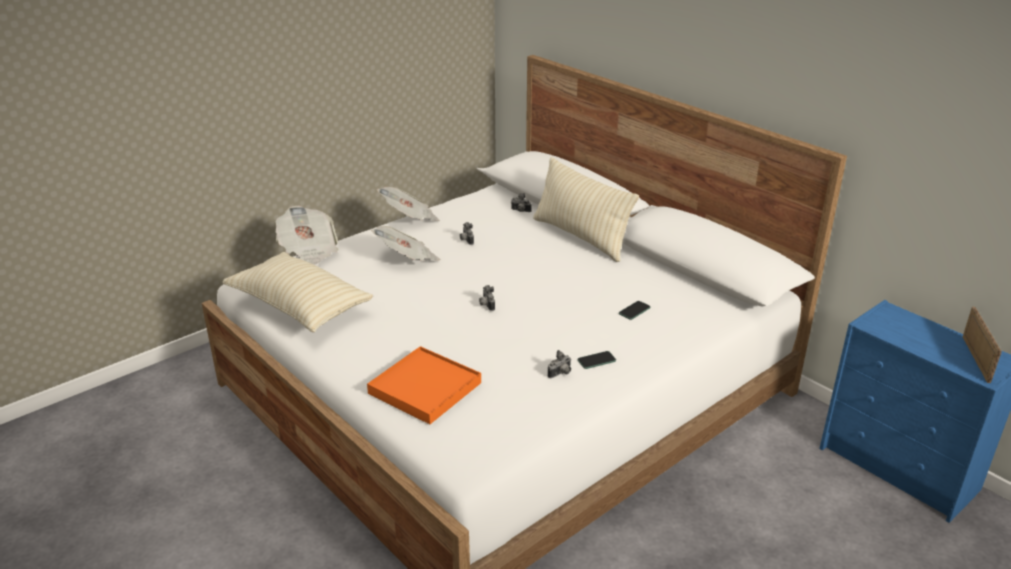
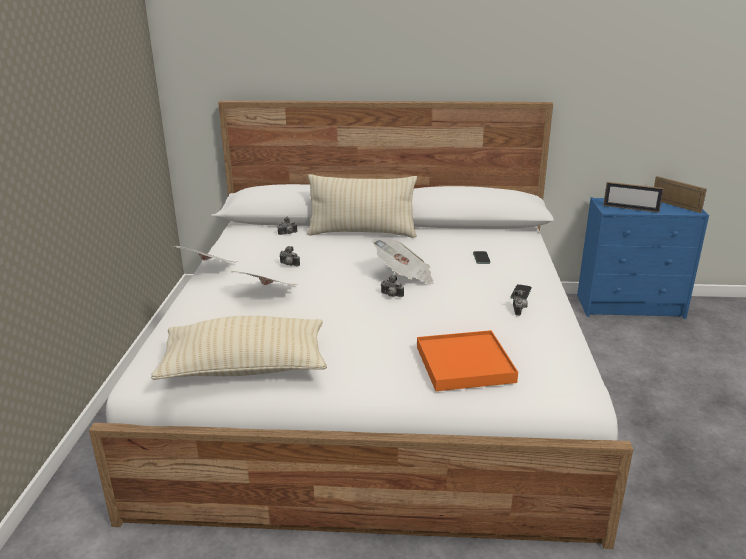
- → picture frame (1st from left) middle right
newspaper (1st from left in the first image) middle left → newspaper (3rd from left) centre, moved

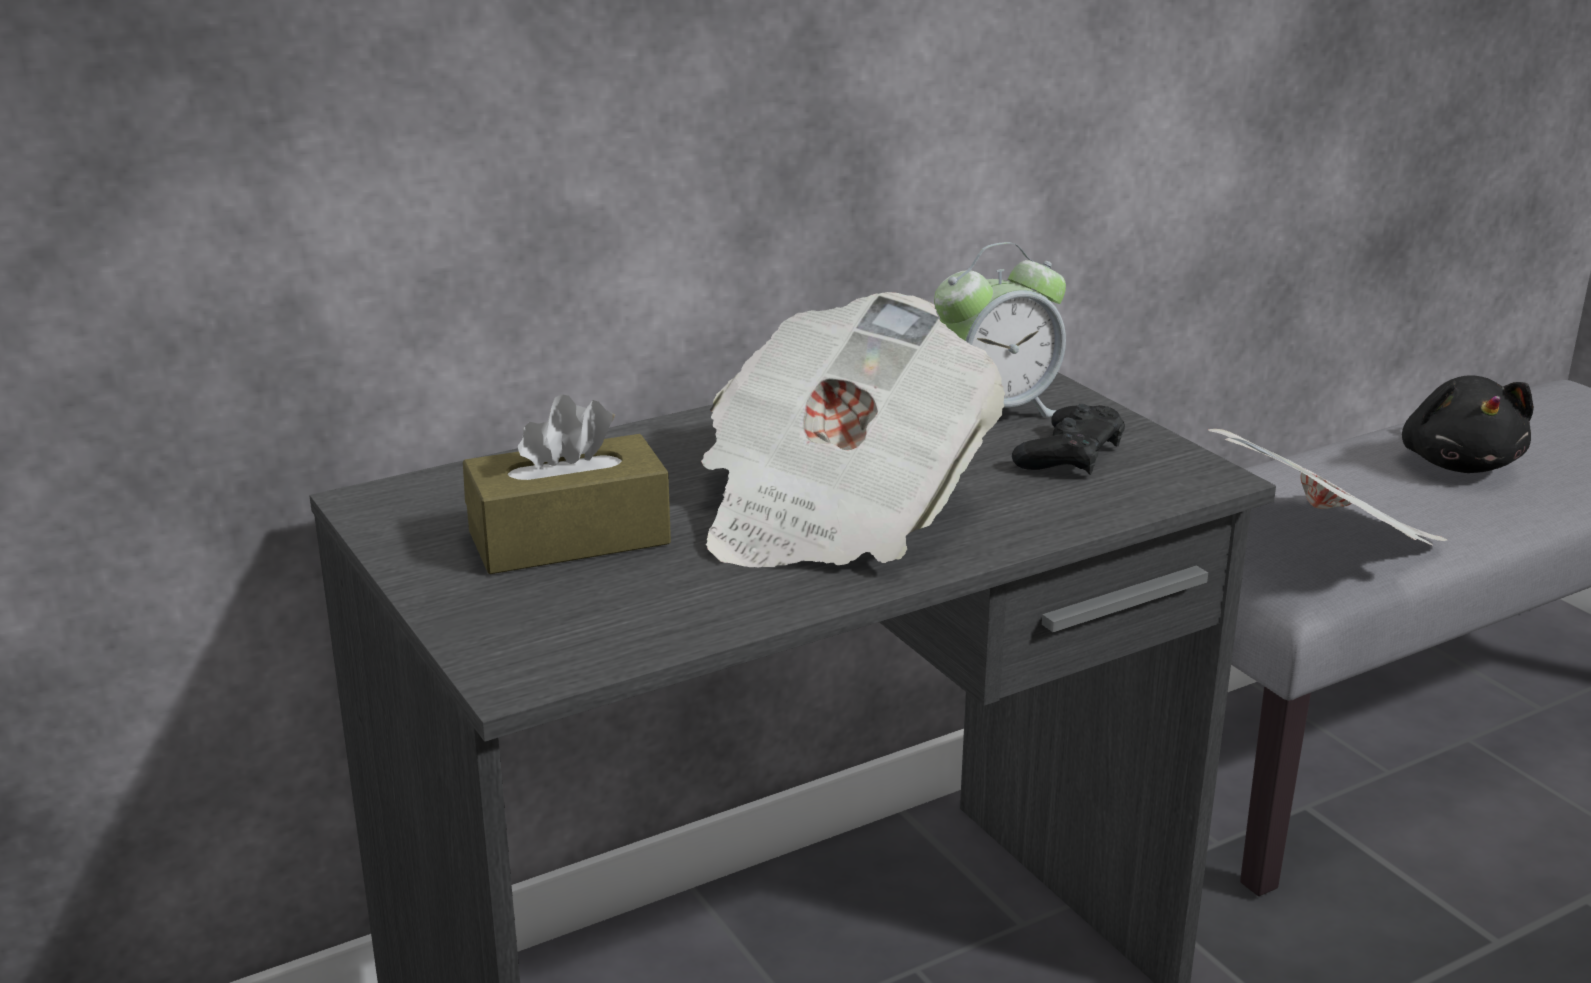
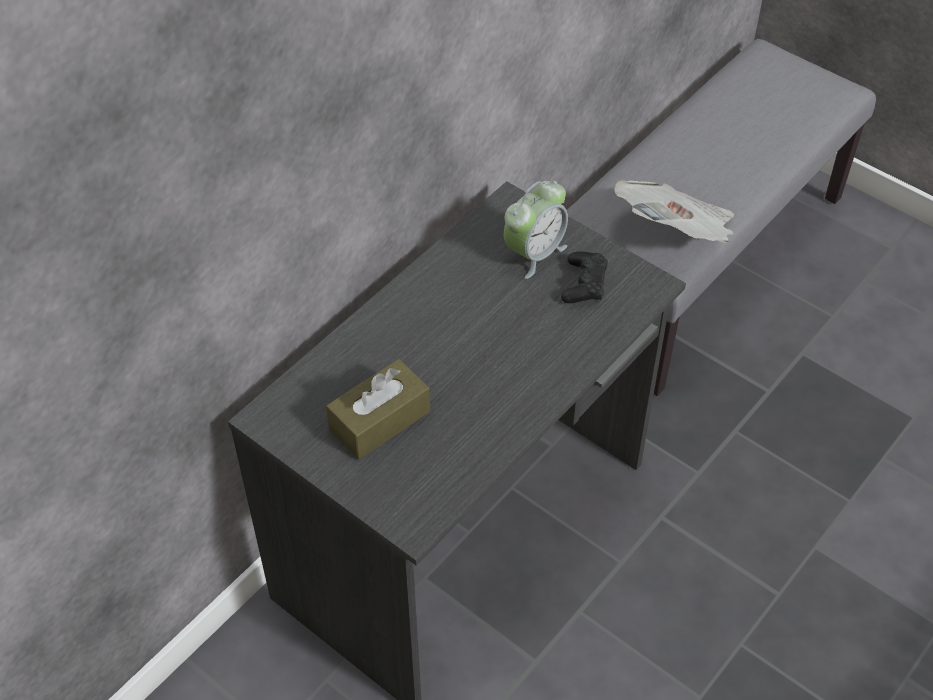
newspaper (1st from left) centre → -
plush toy (black) middle right → -

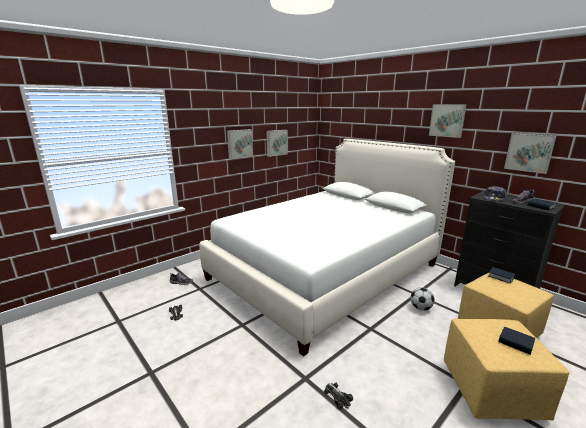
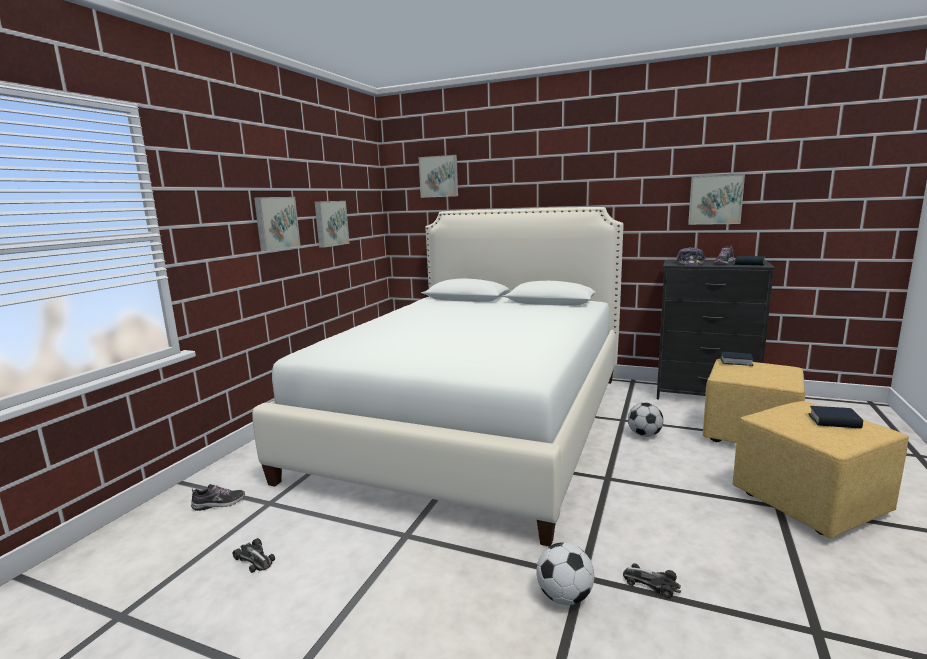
- → football (1st from left) bottom centre
picture (3rd from left) top right → picture (3rd from left) top centre, moved

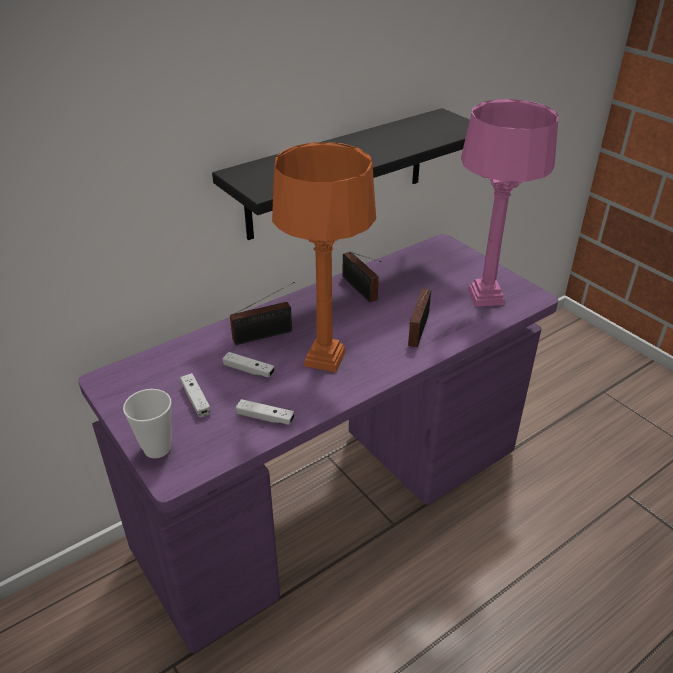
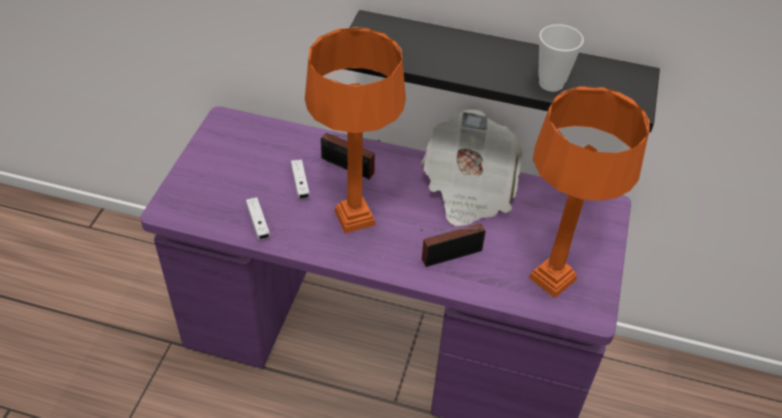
game controller (white) (1st from left) middle left → -
cup middle left → cup top right, moved
radio (2nd from left) centre → newspaper centre
table lamp (pink) top right → table lamp (orange) (2nd from left) middle right

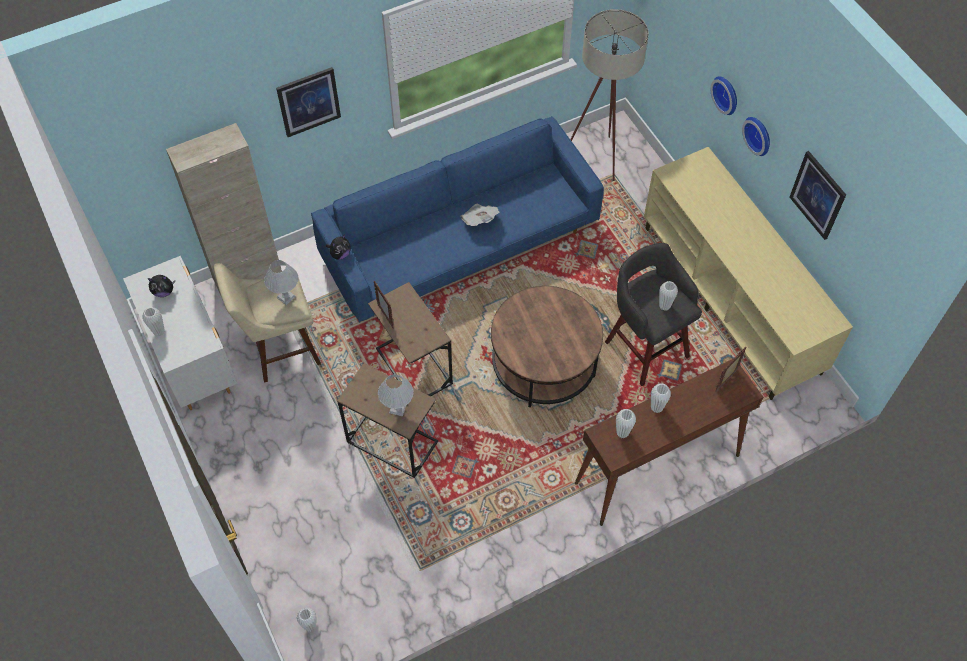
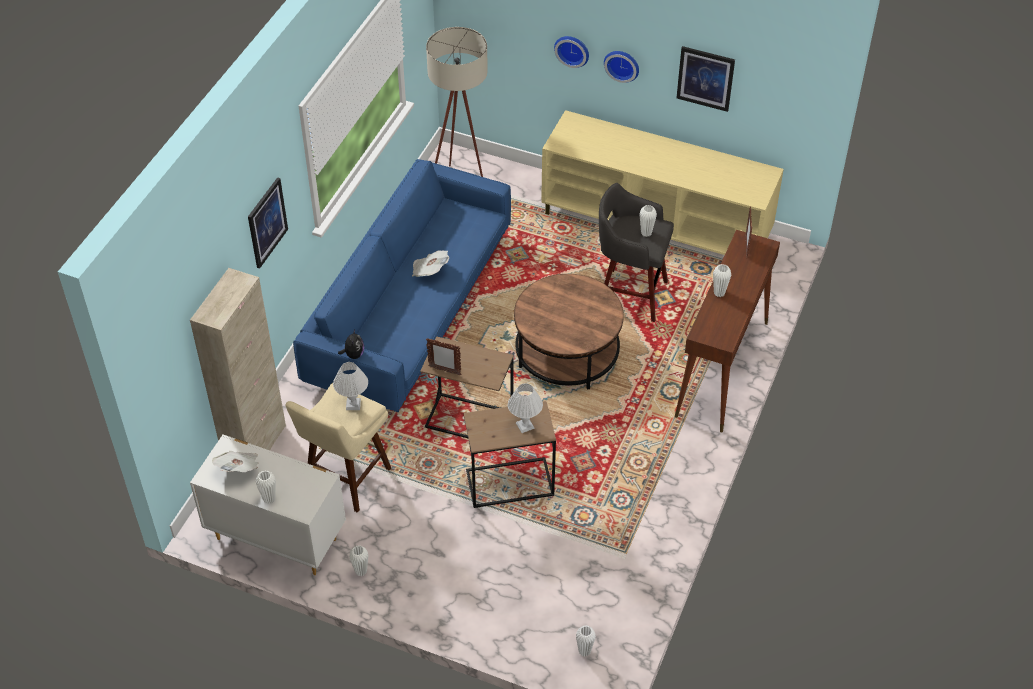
vase (white) (3rd from left in the first image) centre → vase (white) (2nd from left) bottom centre, moved
plush toy (1st from left) middle left → newspaper (1st from left) bottom left

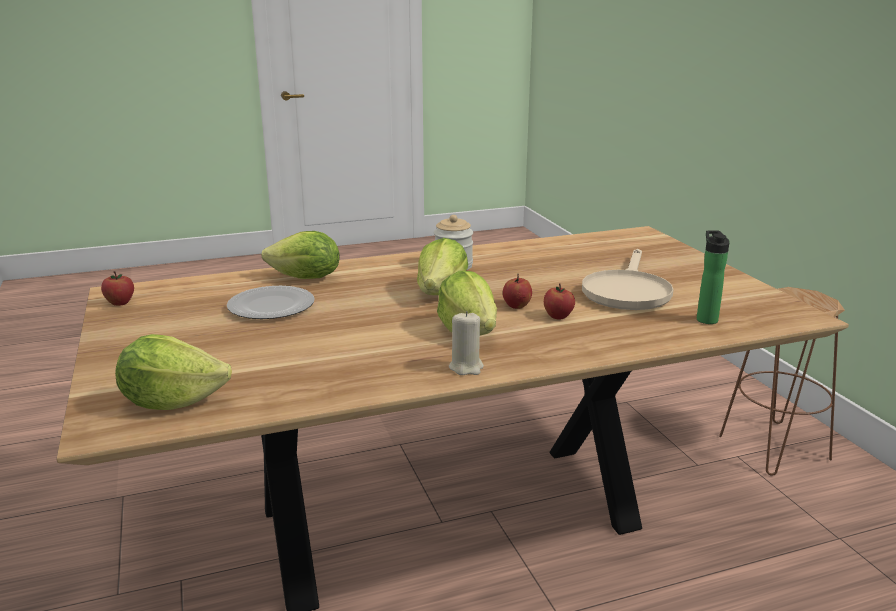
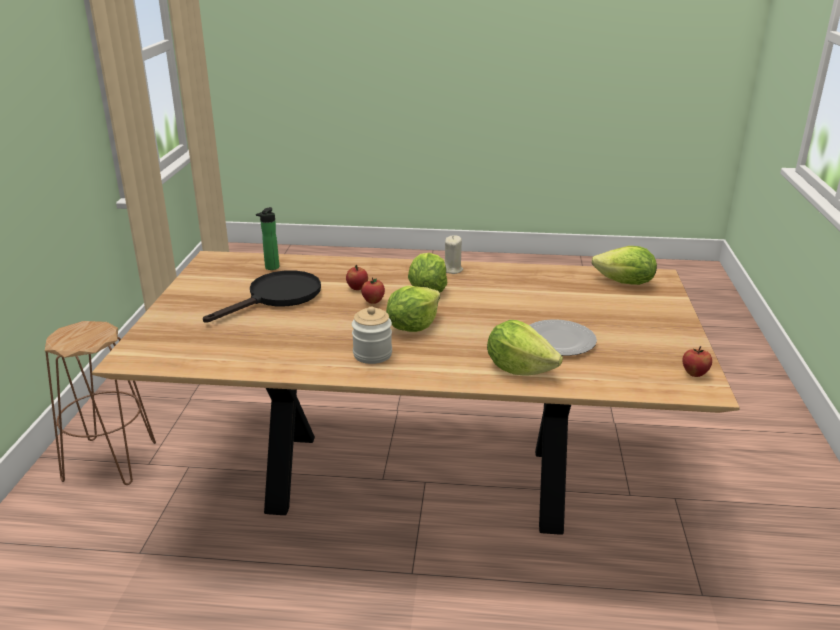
frying pan (beige) middle right → frying pan (black) middle left

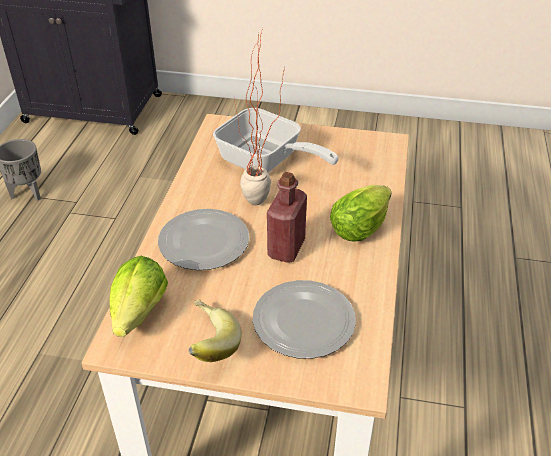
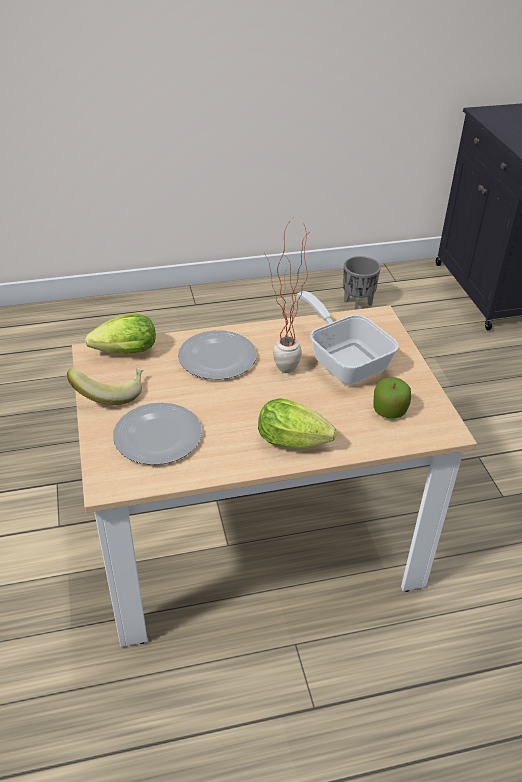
bottle (red) centre → -
- → apple middle right
frying pan top centre → frying pan middle right, 135 degrees clockwise

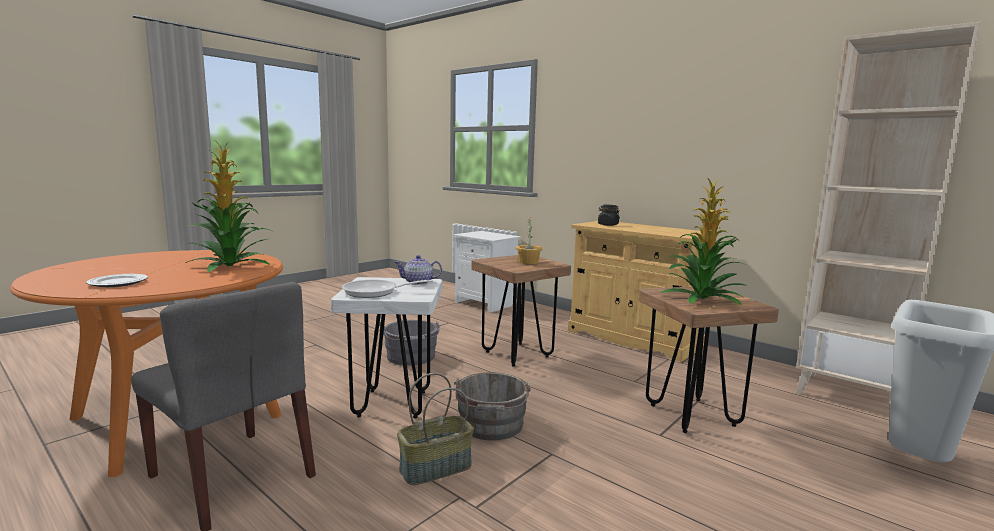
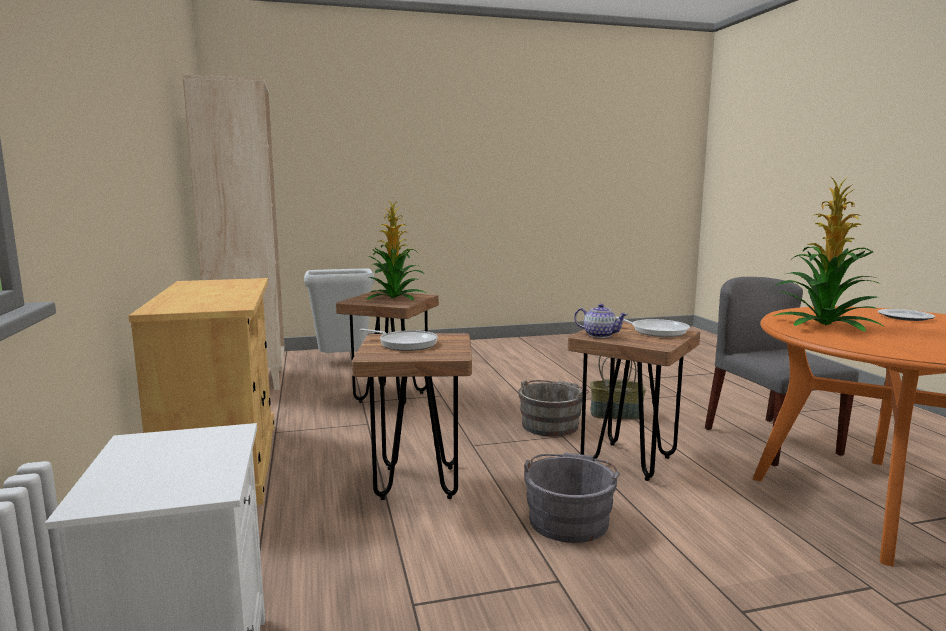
jar (black) centre → -
potted plant (2nd from left) centre → frying pan (1st from left) centre
stool (white) centre → stool (brown) (3rd from left) middle right

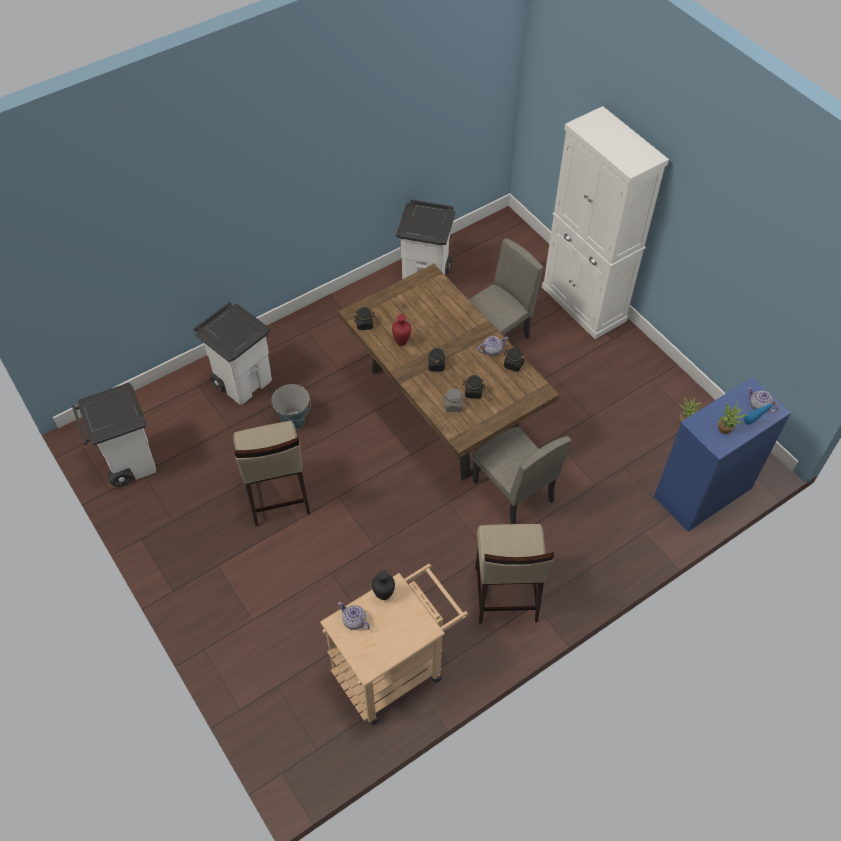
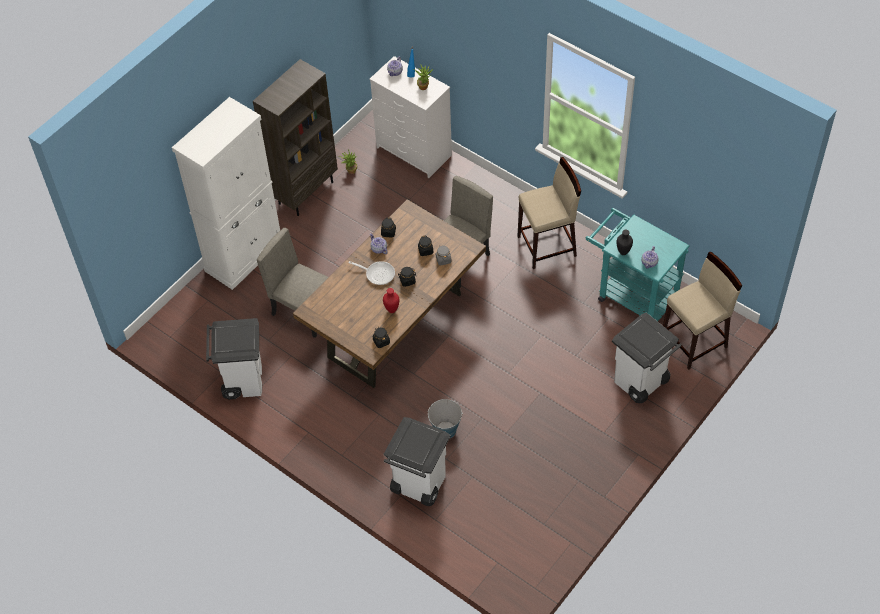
- → bookcase (brown) top centre
- → frying pan centre
trash can (white) (1st from left in the first image) middle left → trash can (white) (3rd from left) middle right, moved
stool (beige) (1st from left in the first image) middle left → stool (beige) (2nd from left) middle right, moved
cart (beige) bottom centre → cart (turquoise) middle right
dresser (blue) middle right → dresser (white) top centre

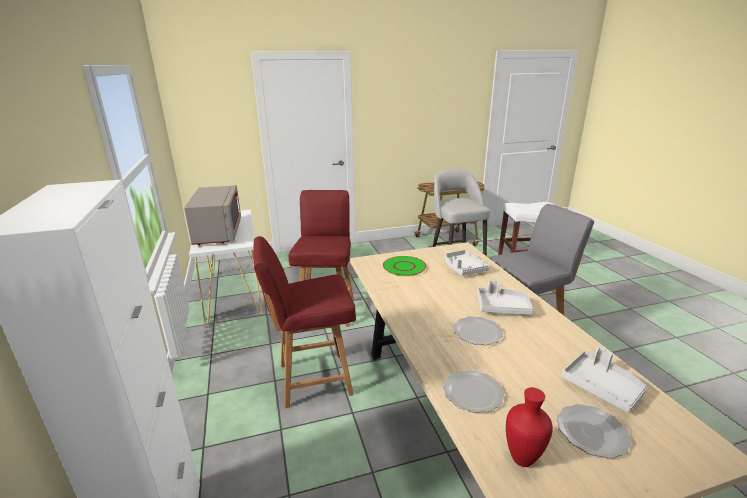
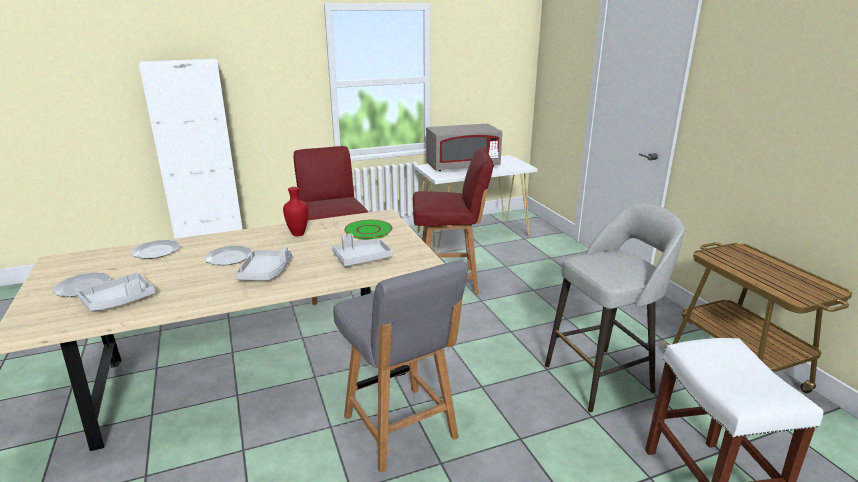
vase (red) bottom right → vase (red) centre, moved

